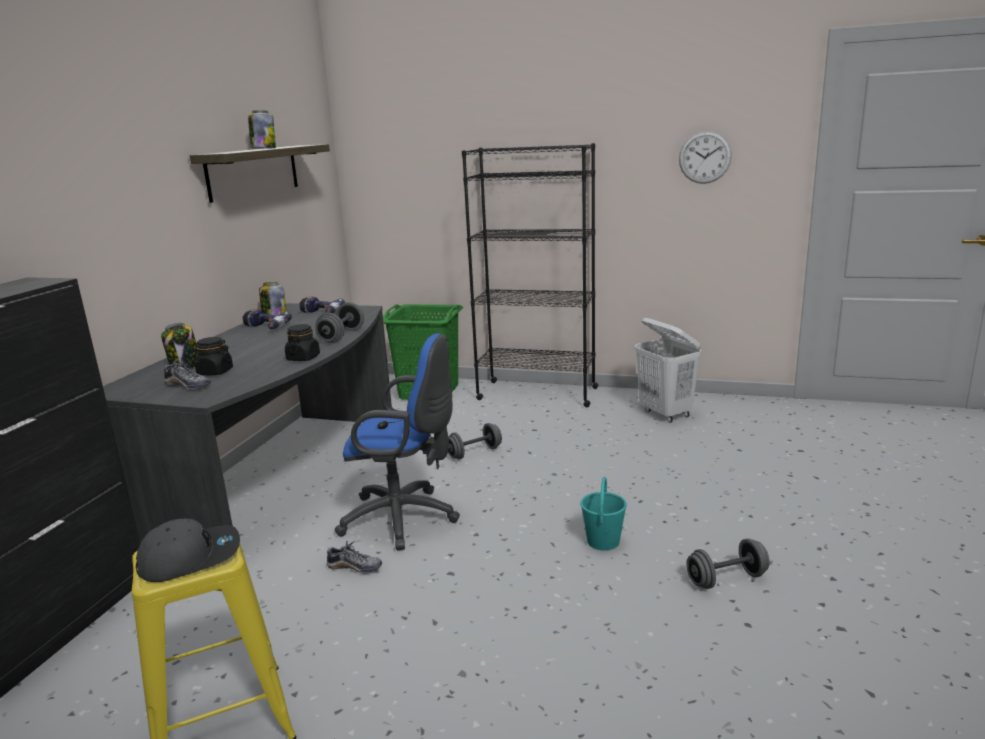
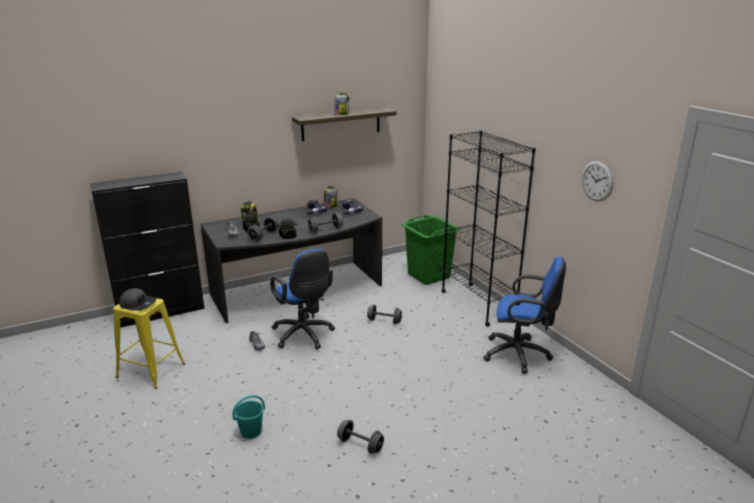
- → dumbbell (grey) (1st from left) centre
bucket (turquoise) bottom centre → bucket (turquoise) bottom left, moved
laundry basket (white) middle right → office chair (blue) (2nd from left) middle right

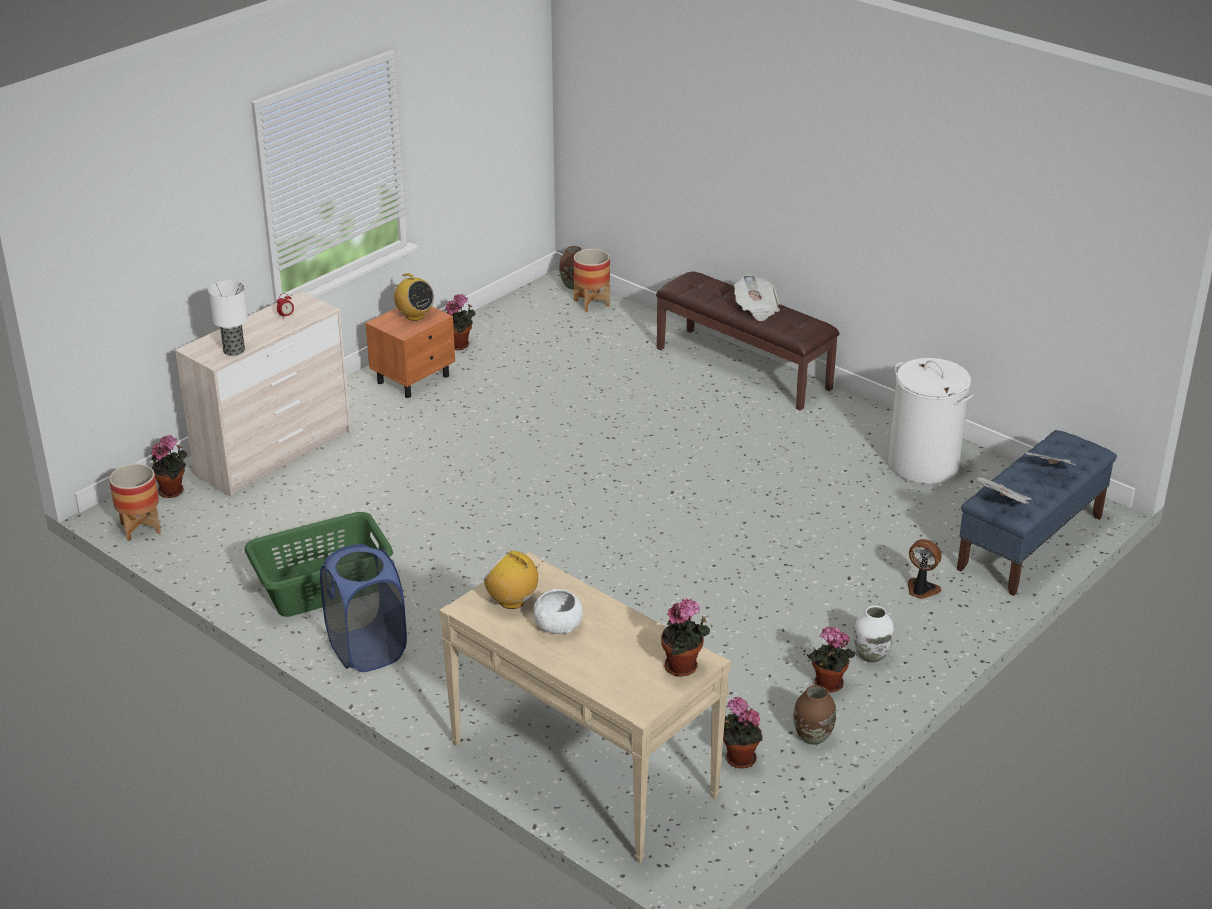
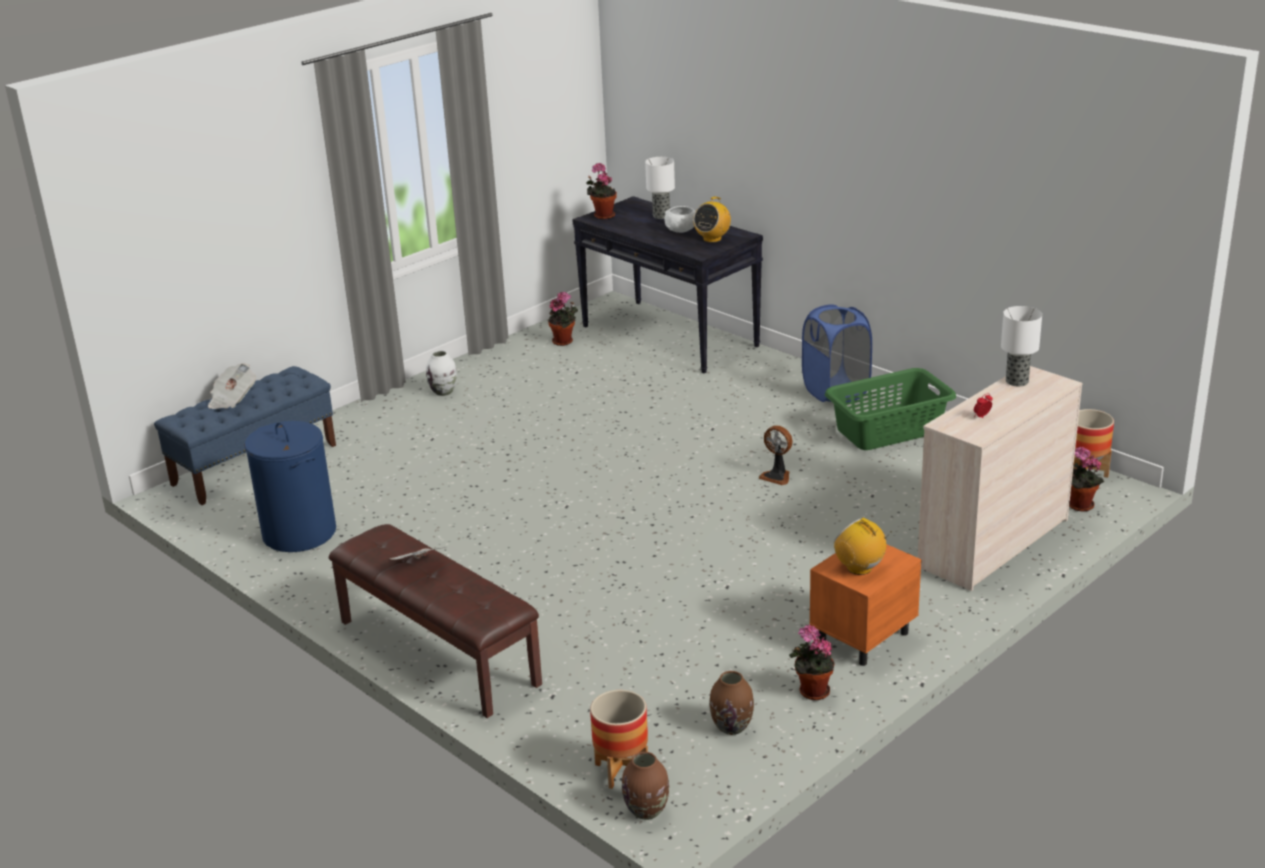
potted plant (5th from left) bottom right → -
newspaper (2nd from left) middle right → -
- → table lamp (1st from left) top centre
vase (brown) (2nd from left) bottom right → vase (brown) (2nd from left) bottom centre, moved
fan middle right → fan centre, moved
console table (beige) bottom centre → console table (black) top centre
laundry basket (white) middle right → laundry basket (blue) (1st from left) middle left
radio (2nd from left in the first image) centre → radio (1st from left) top centre, 90 degrees clockwise

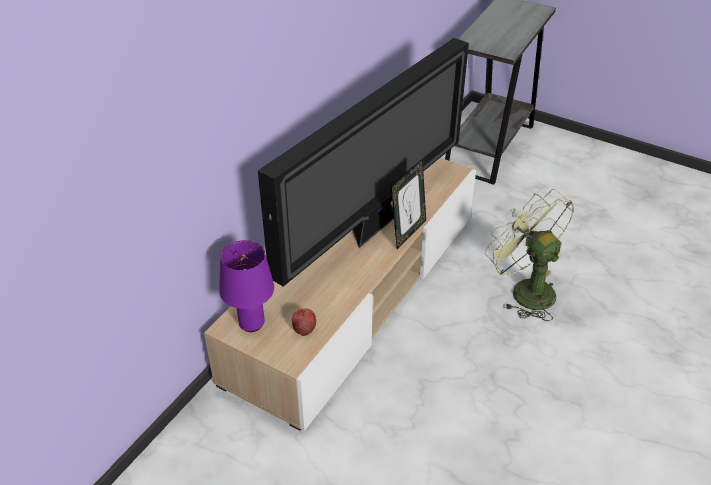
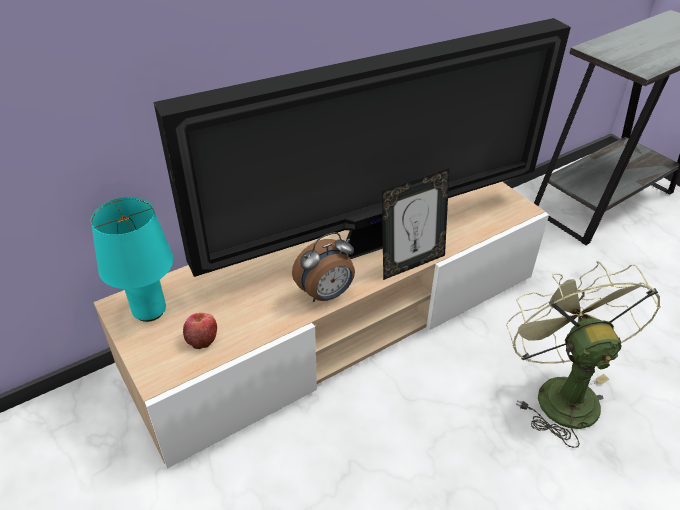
- → alarm clock centre
table lamp (purple) centre → table lamp (turquoise) middle left

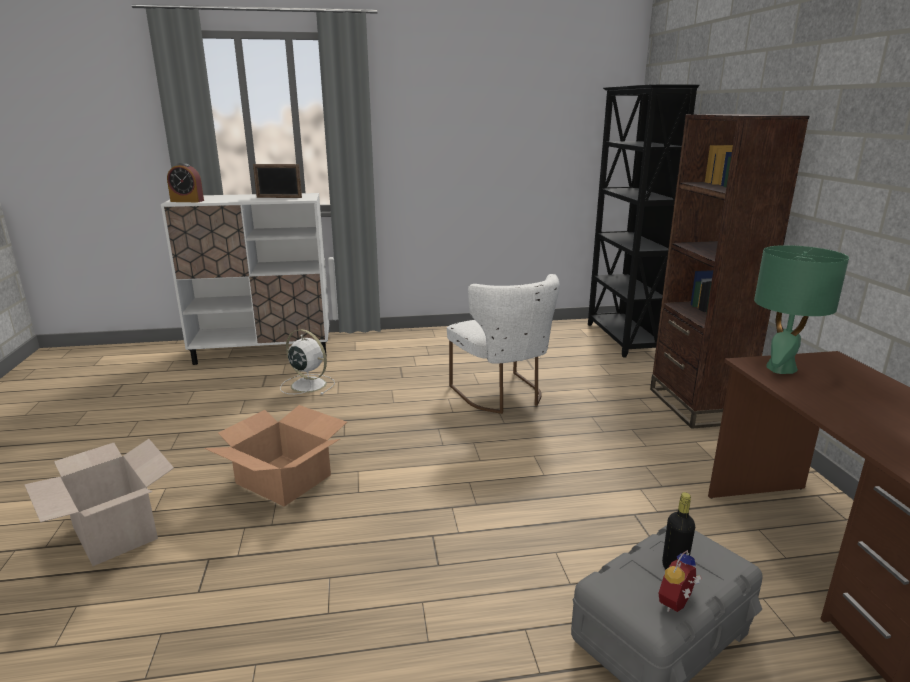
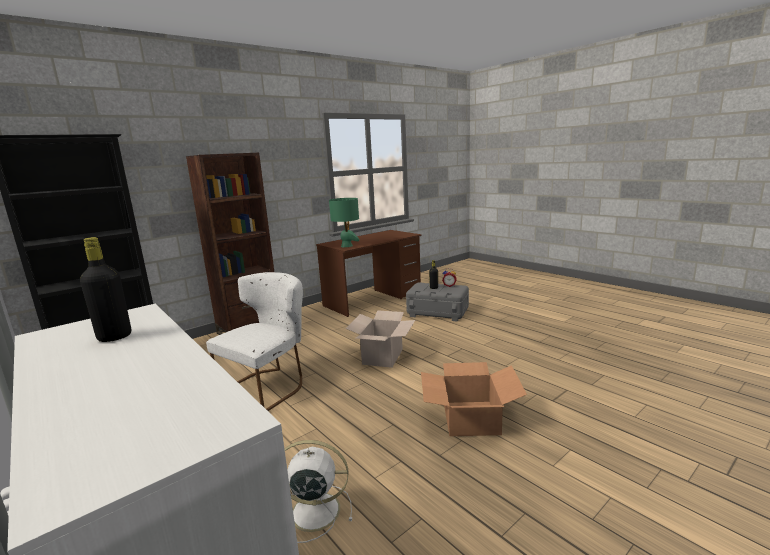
alarm clock (1st from left) top left → -
cardboard box (1st from left) bottom left → cardboard box (1st from left) centre, moved
picture frame top left → bottle (black) (1st from left) middle left
fan (white) centre → fan (white) bottom centre, 90 degrees clockwise

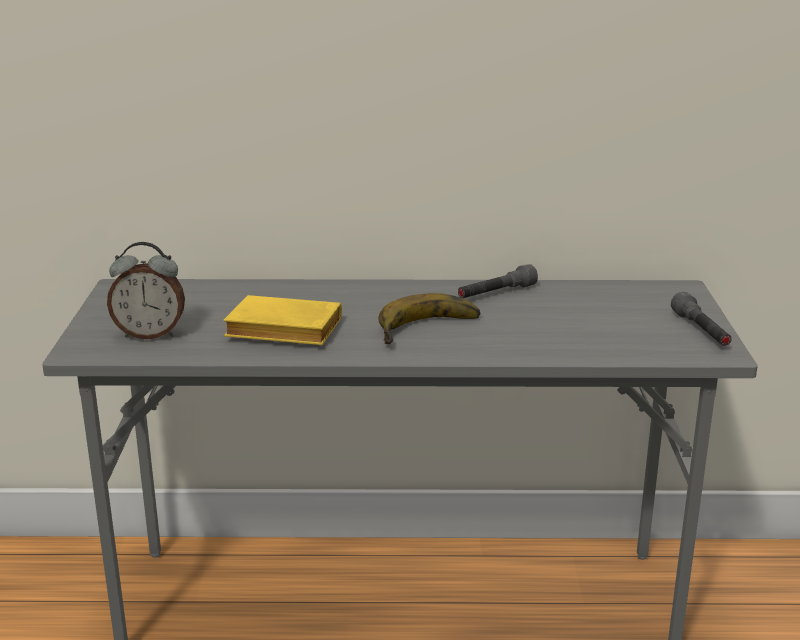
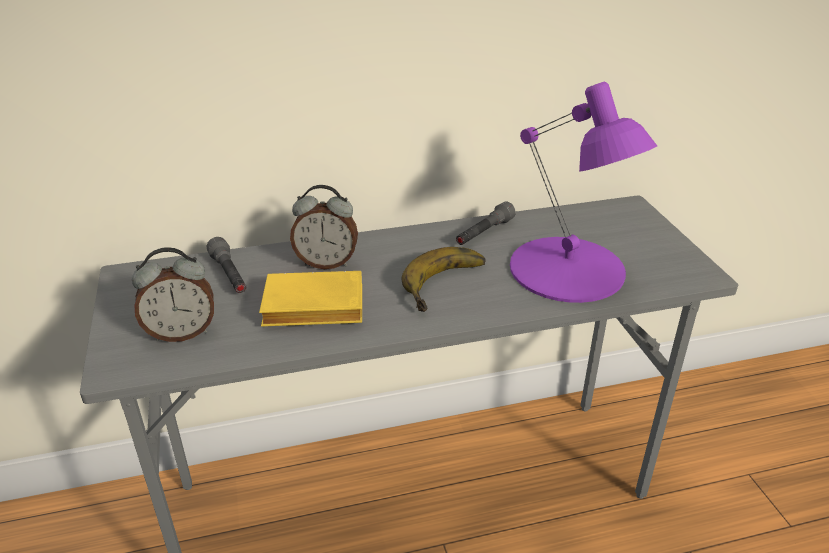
- → alarm clock (2nd from left) centre
- → table lamp (purple) middle right
flashlight (grey) (2nd from left in the first image) middle right → flashlight (grey) (1st from left) middle left, moved

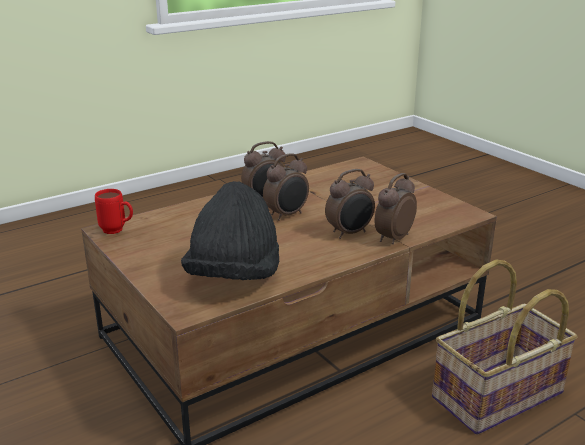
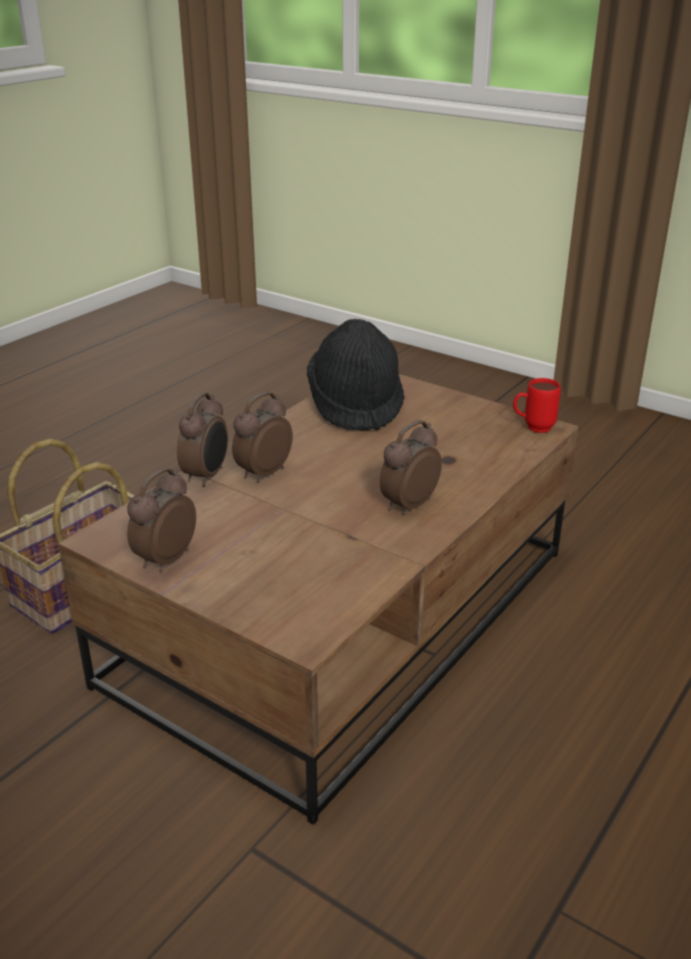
alarm clock (2nd from left in the first image) centre → alarm clock (1st from left) middle left, moved

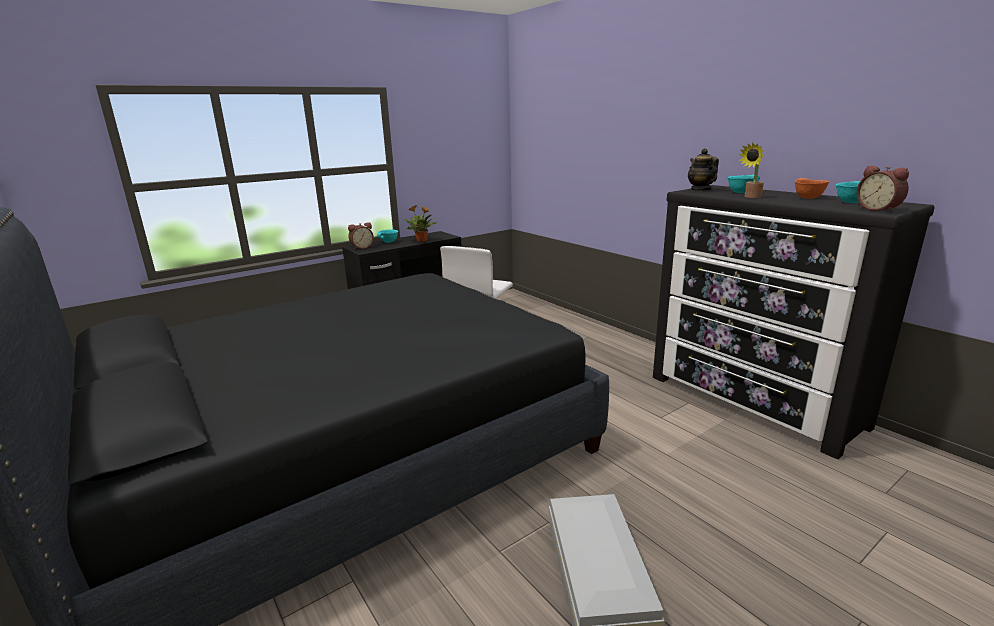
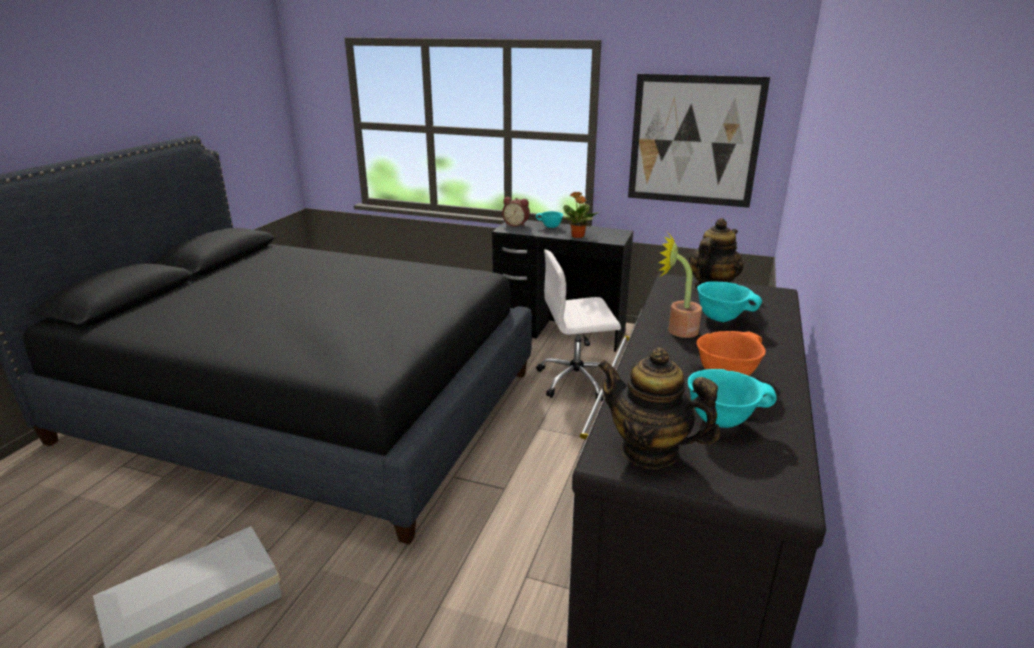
- → picture top right
alarm clock (2nd from left) top right → teapot (1st from left) centre

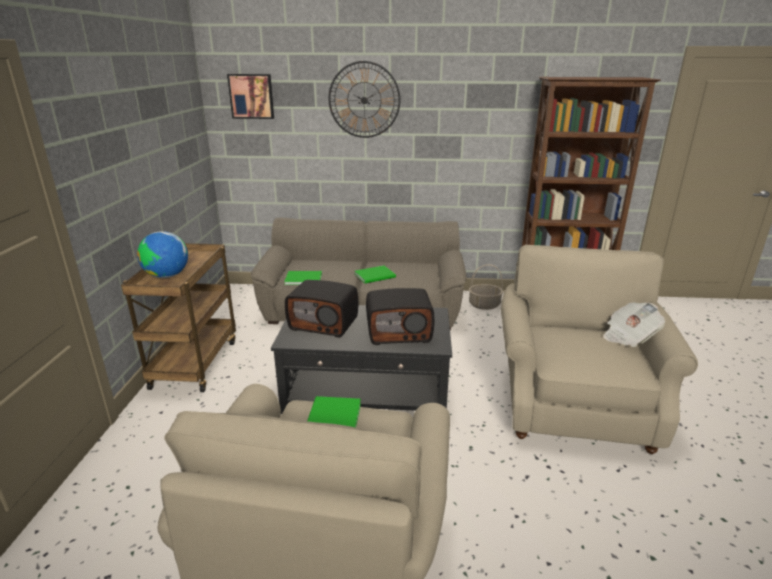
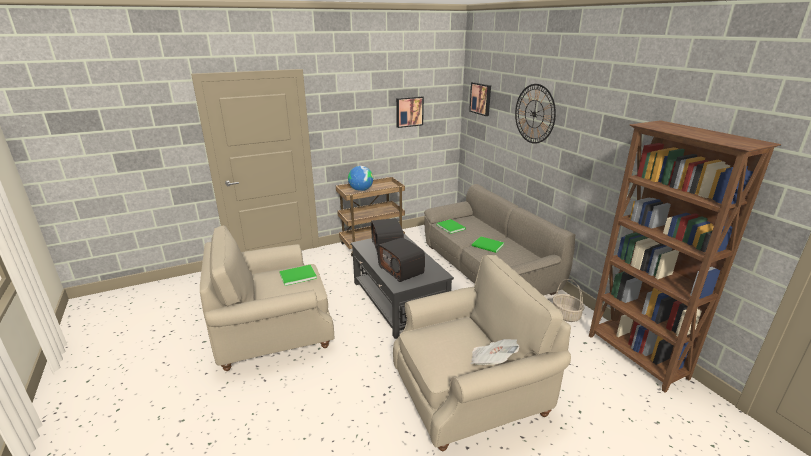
- → picture (1st from left) top centre

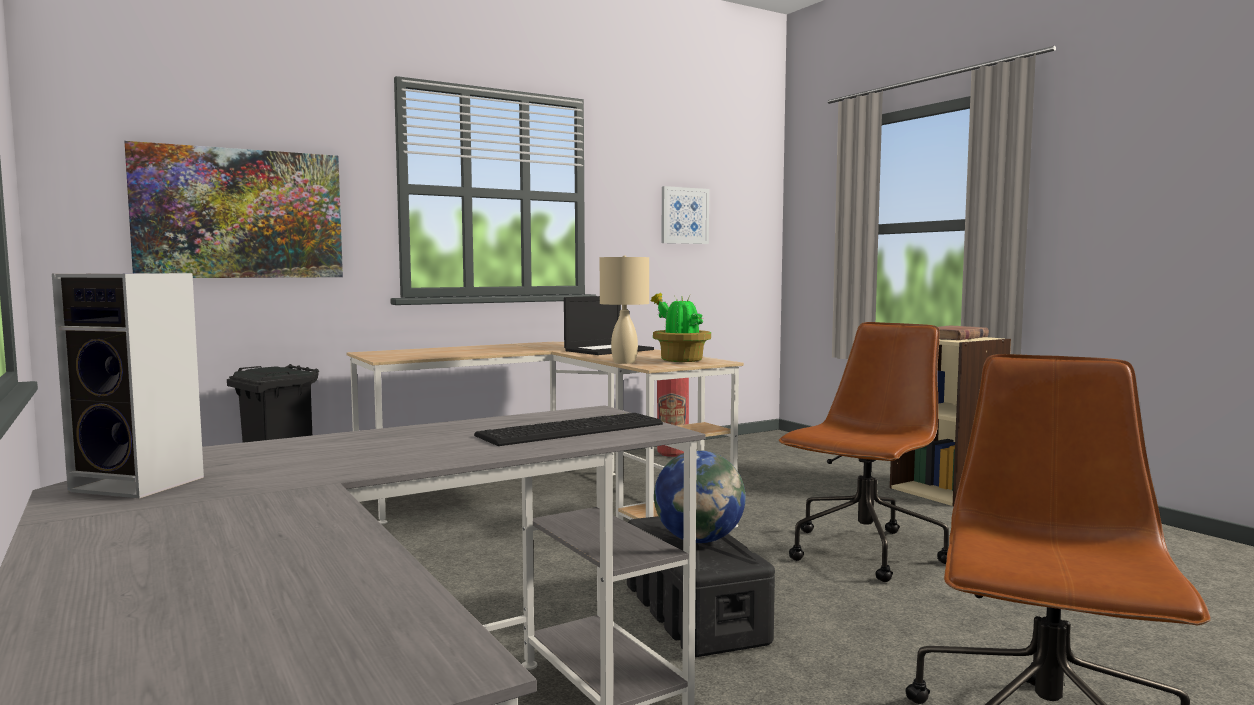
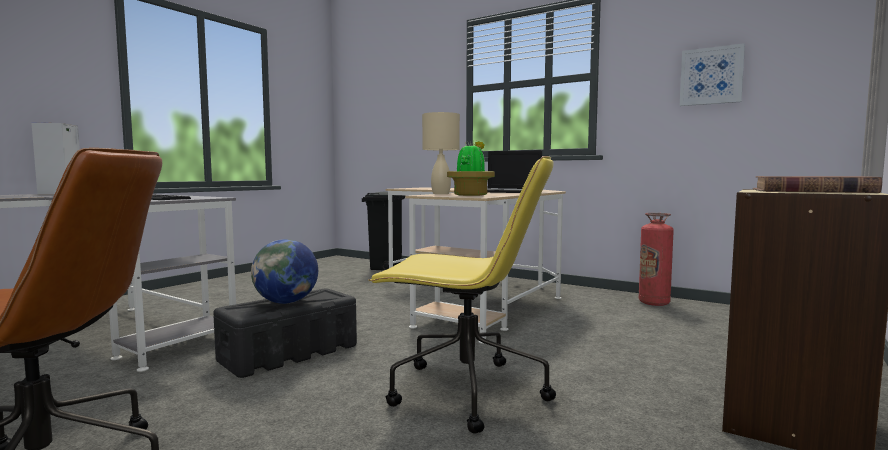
picture (1st from left) top left → -
office chair (brown) (1st from left) middle right → office chair (yellow) centre

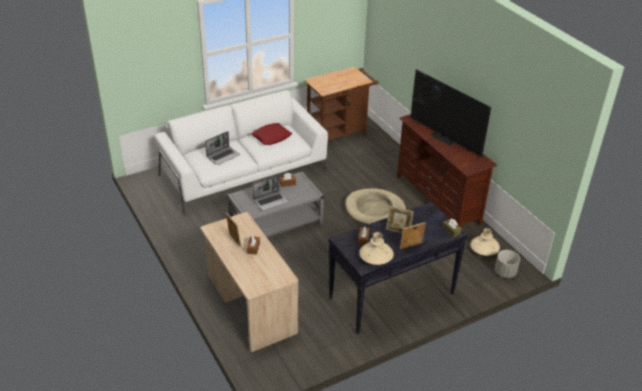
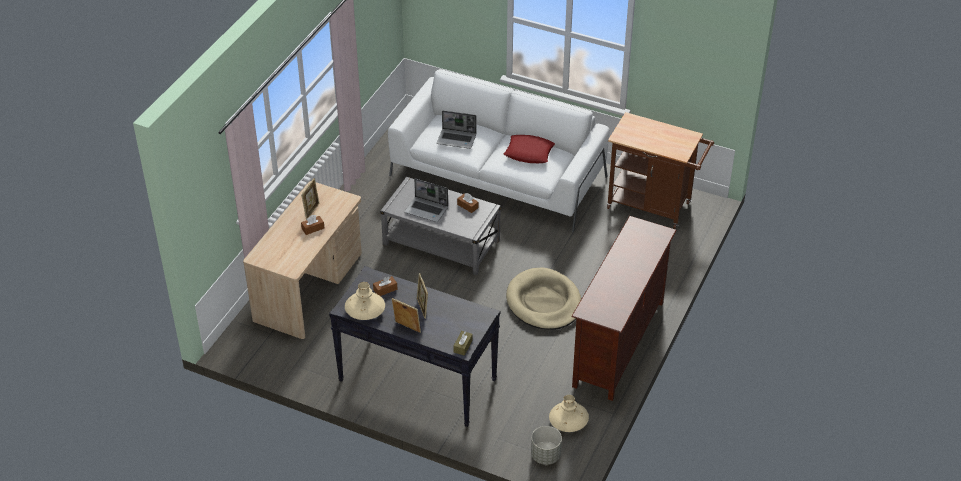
television top right → -

